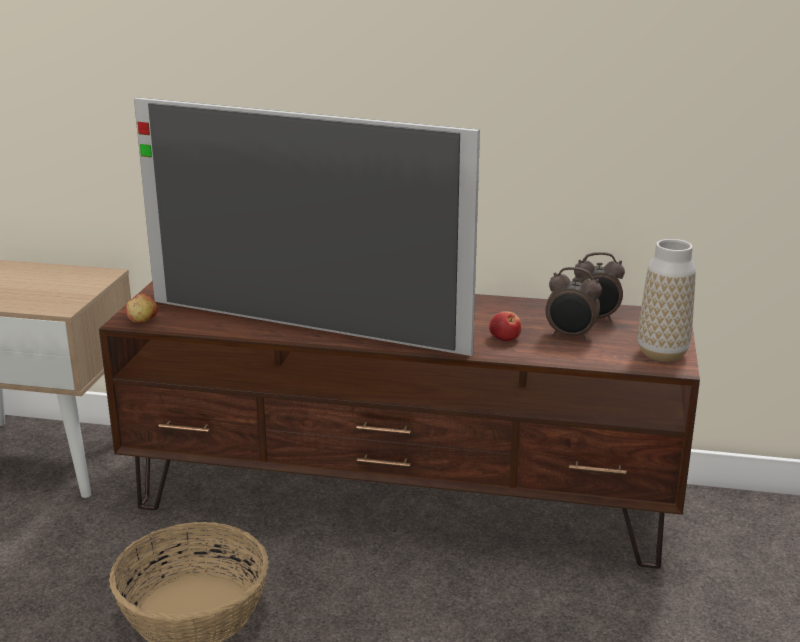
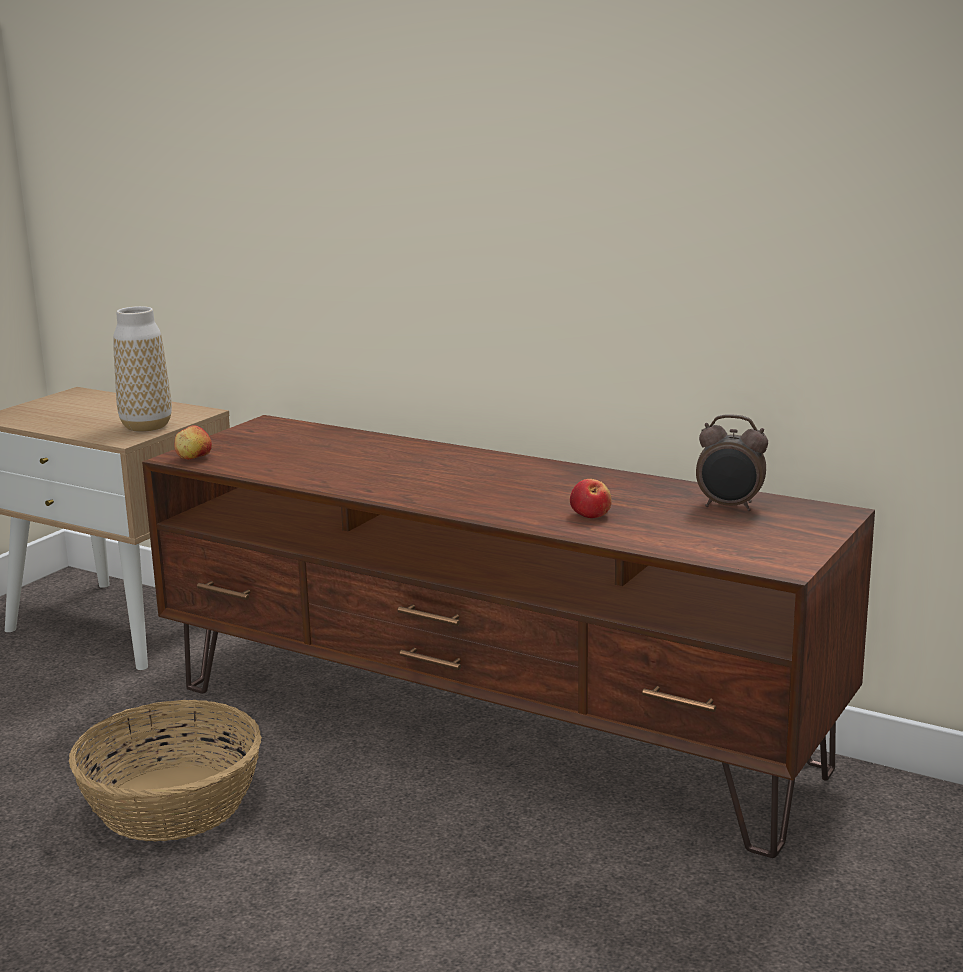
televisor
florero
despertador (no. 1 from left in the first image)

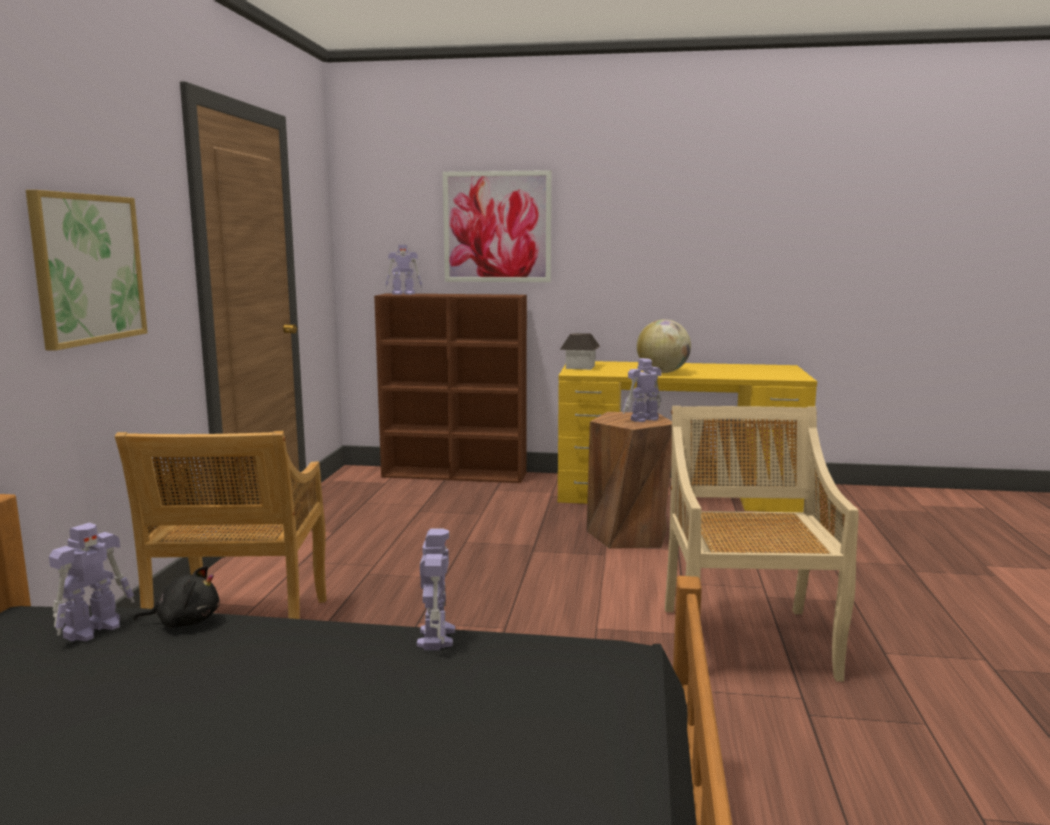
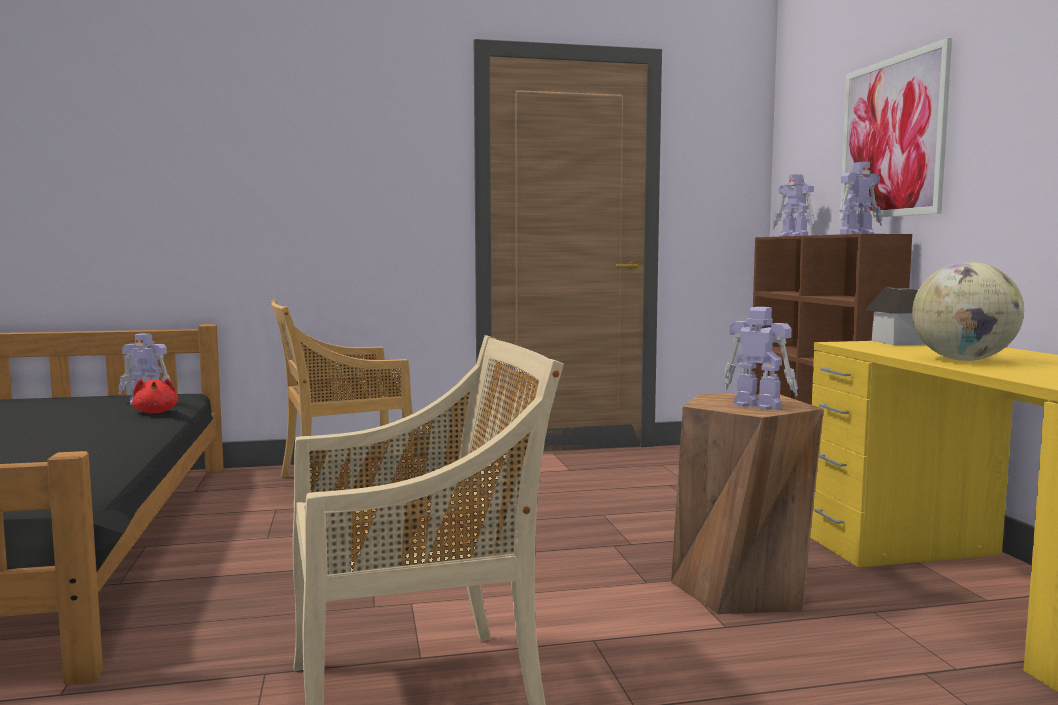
cuadro (no. 1 from left in the first image)
robot de juguete (no. 4 from left)
peluche [rojo]

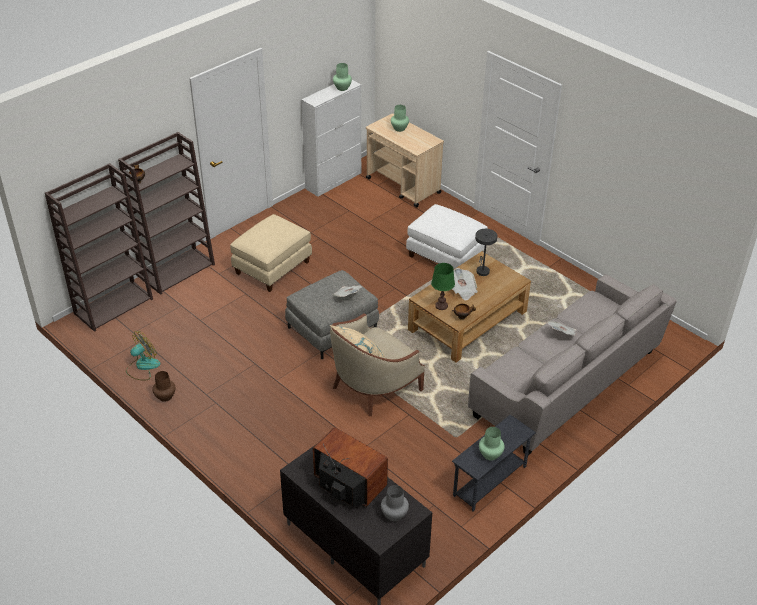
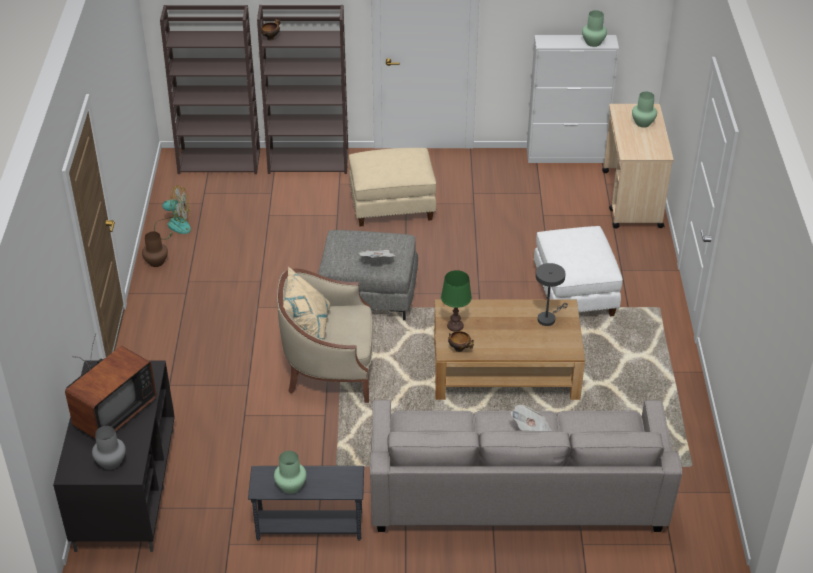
periódico (no. 2 from left in the first image)
televisor

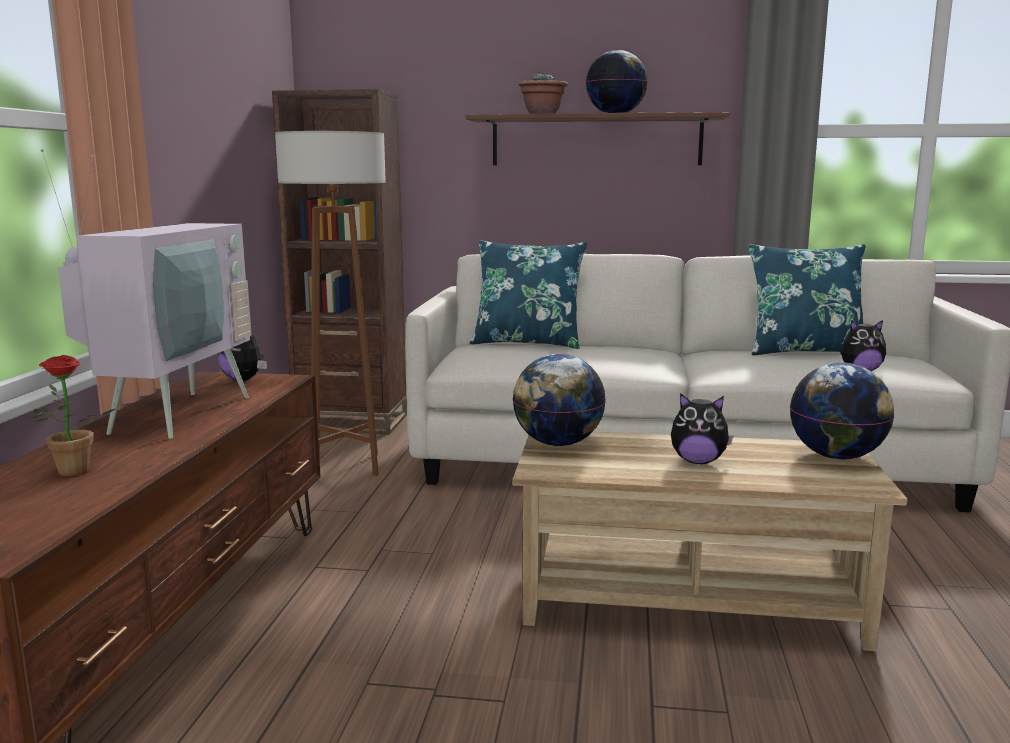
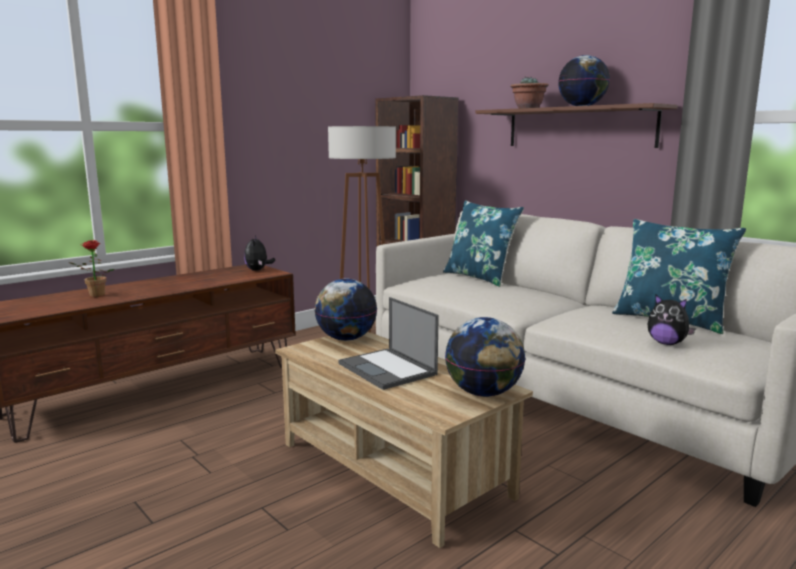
televisor
portátil

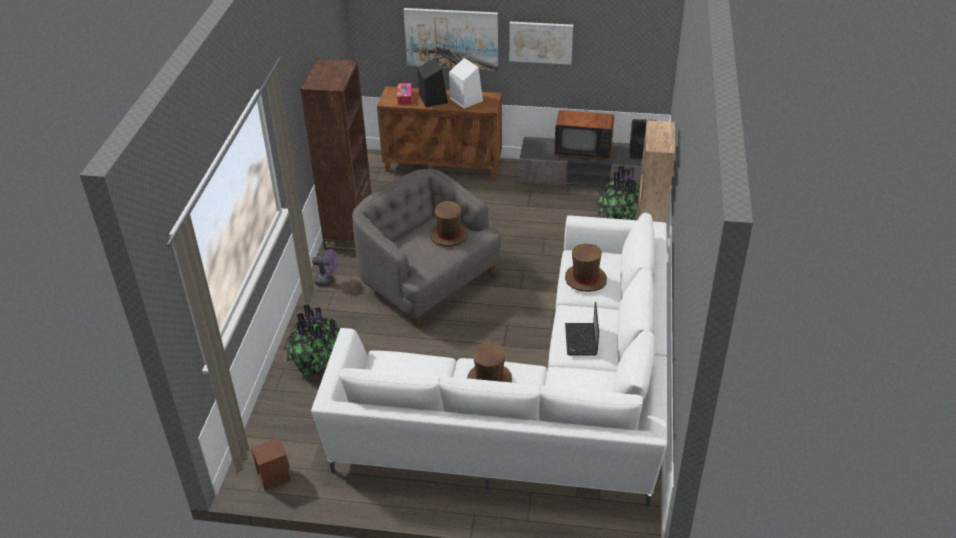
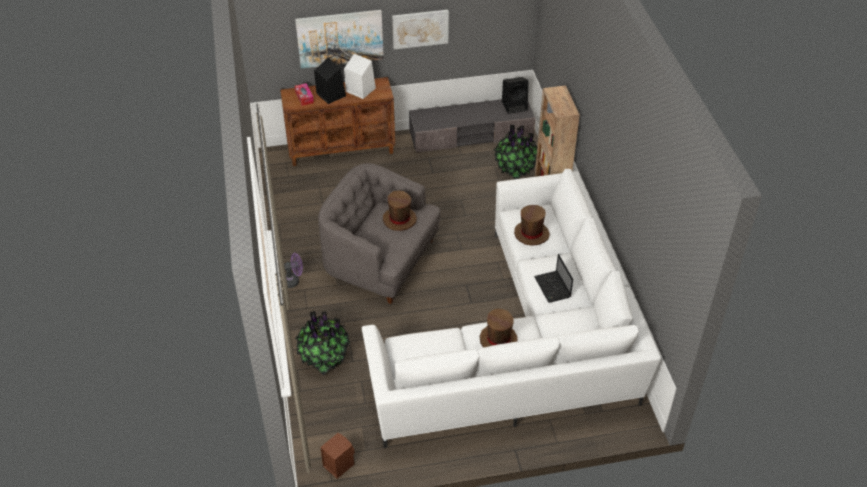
estantería [marrón] (no. 1 from left in the first image)
televisor

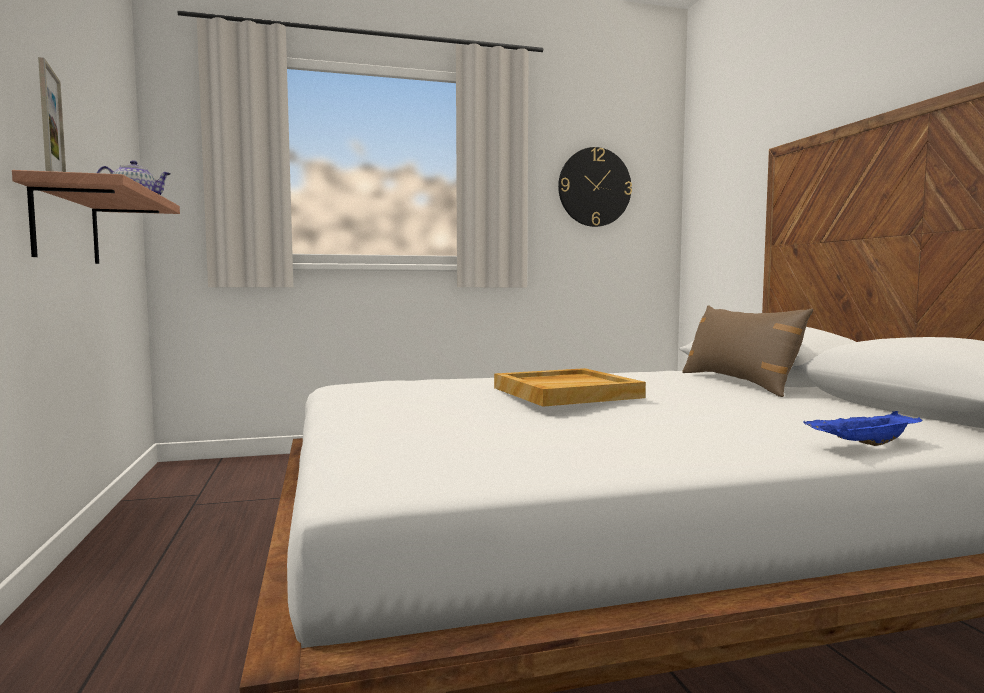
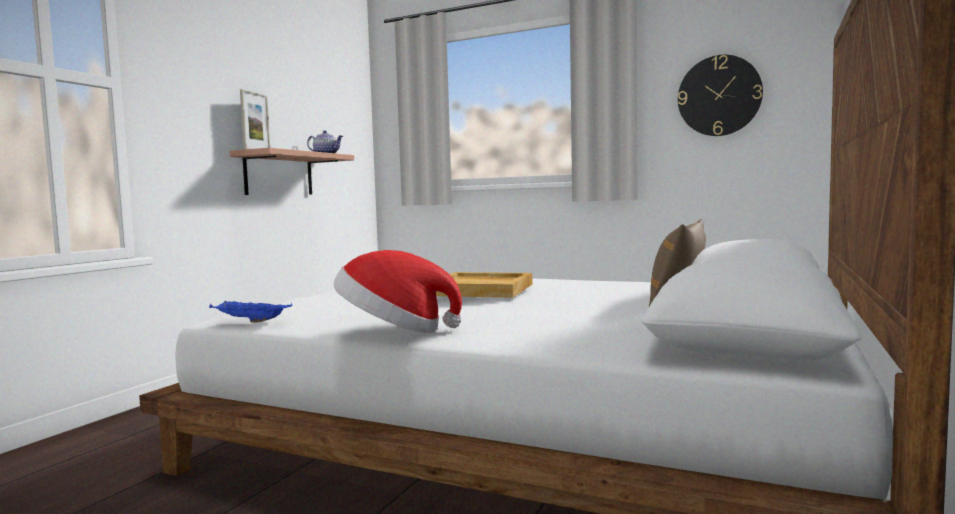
bandeja [azul]
sombrero

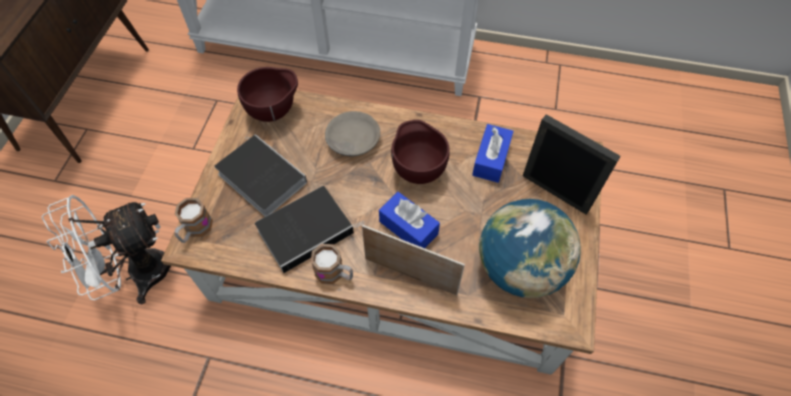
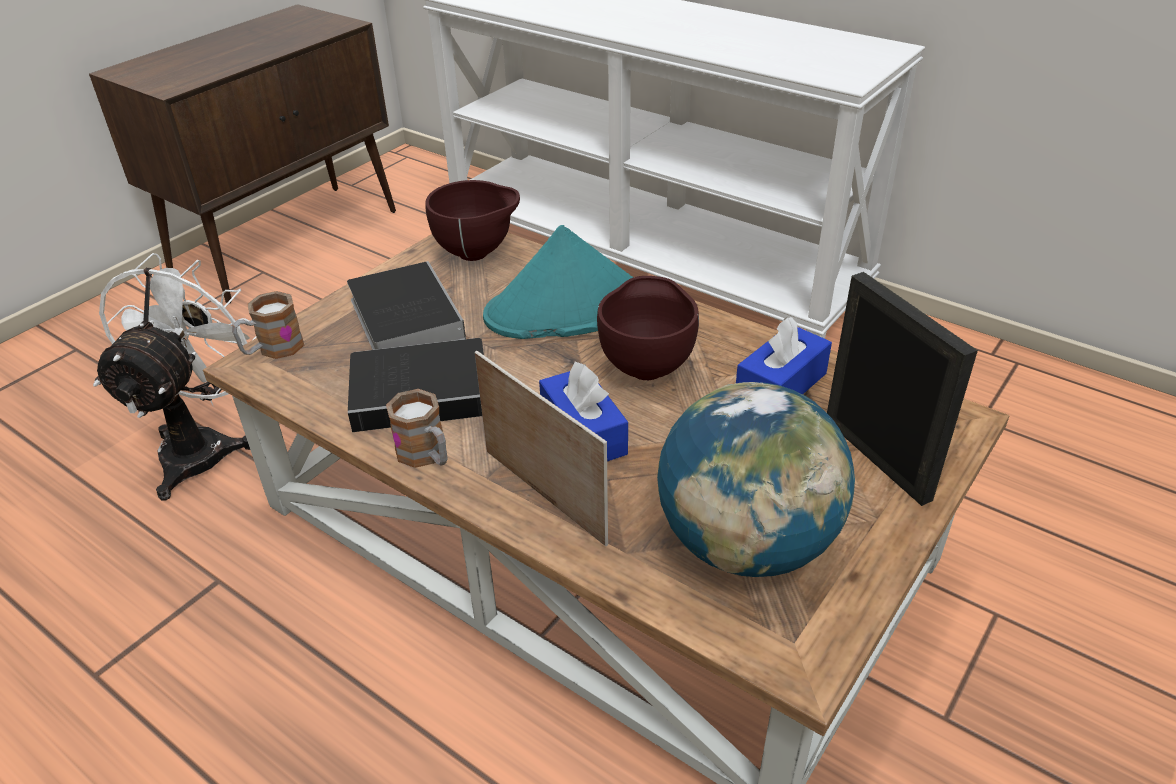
sombrero [turquesa]
ventilador [blanco]

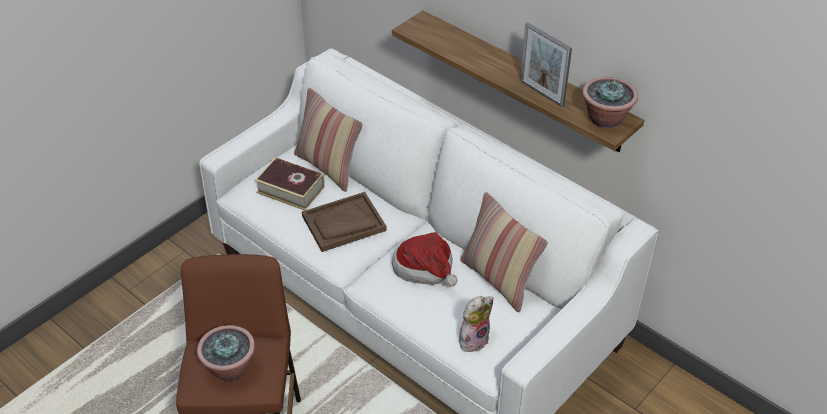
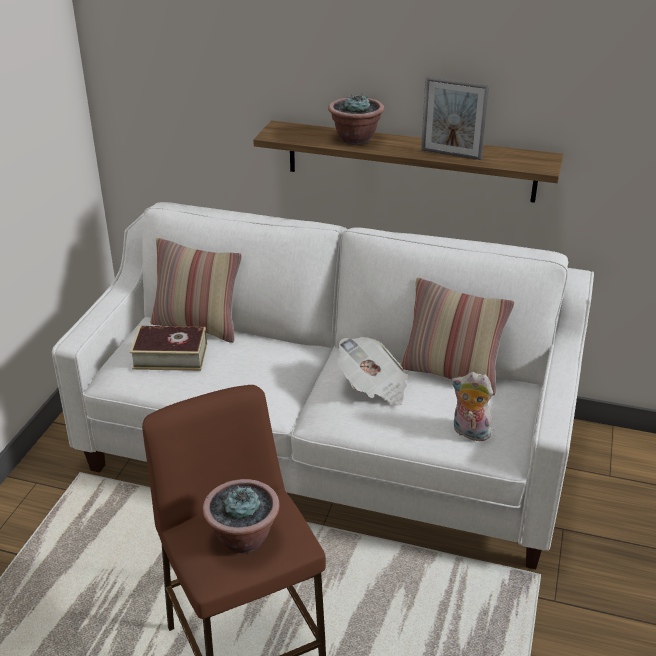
planta en maceta (no. 2 from left)
bandeja [marrón]
periódico
peluche

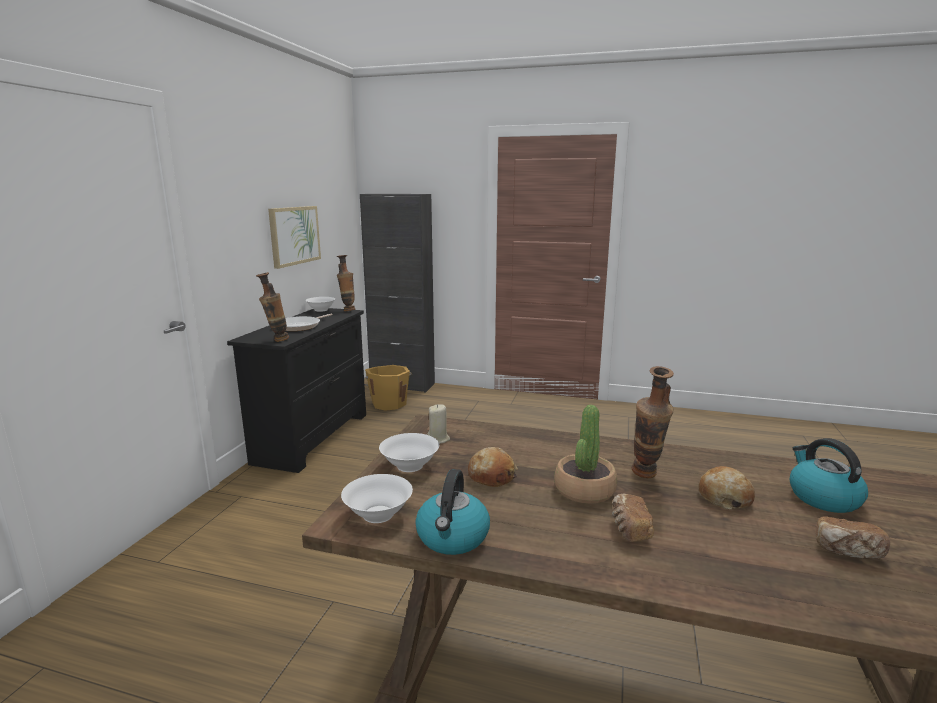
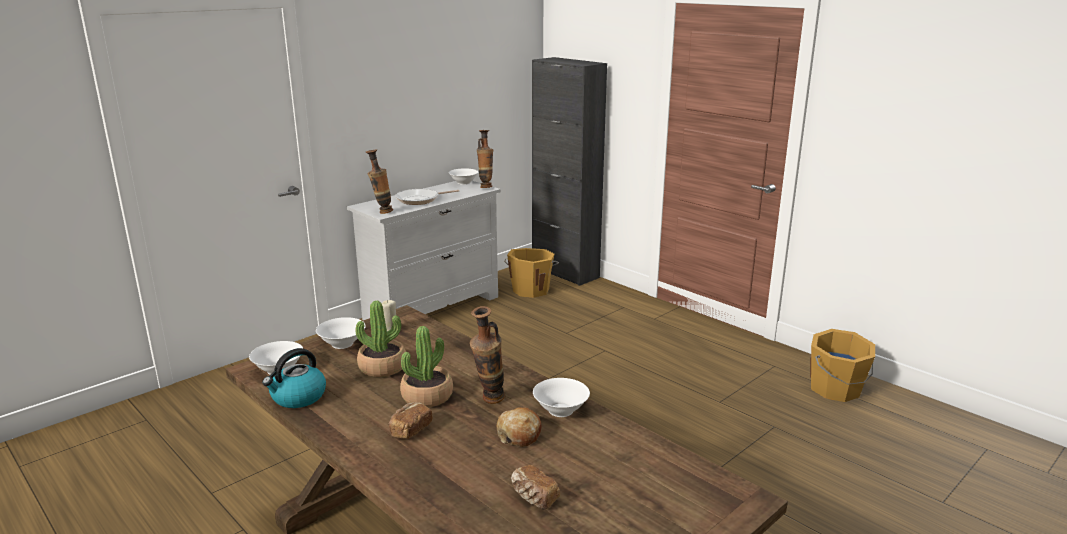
cuadro
cómoda [blanco]
hervidor (no. 2 from left in the first image)
planta en maceta (no. 1 from left)
cubo [naranja] (no. 2 from left)
cuenco [blanco] (no. 4 from left)

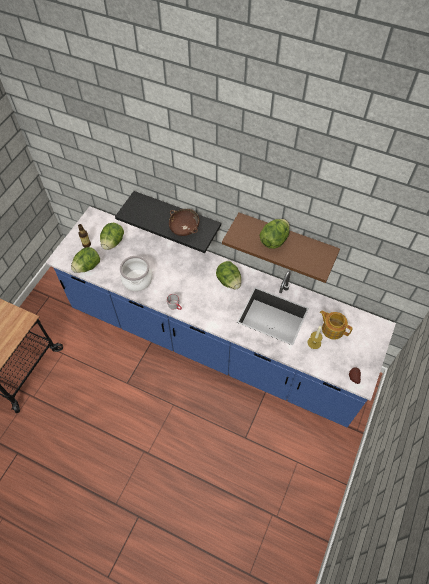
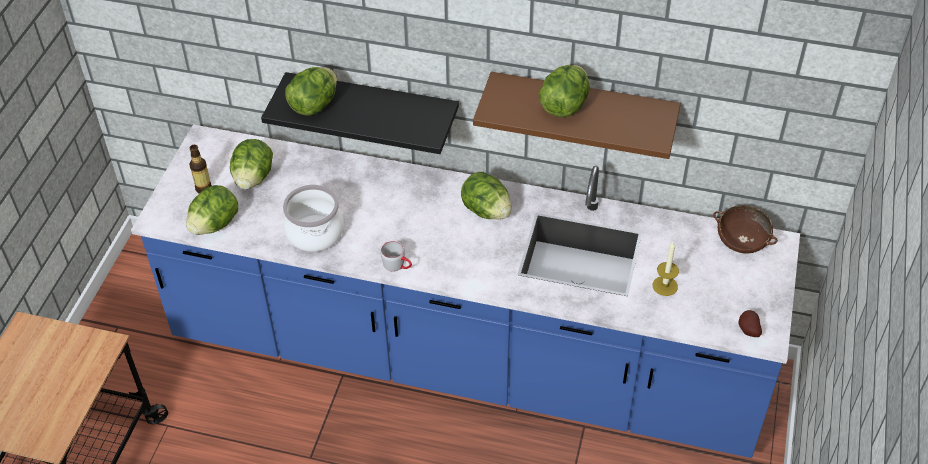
cuenco [marrón]
tetera
lechuga (no. 3 from left)

